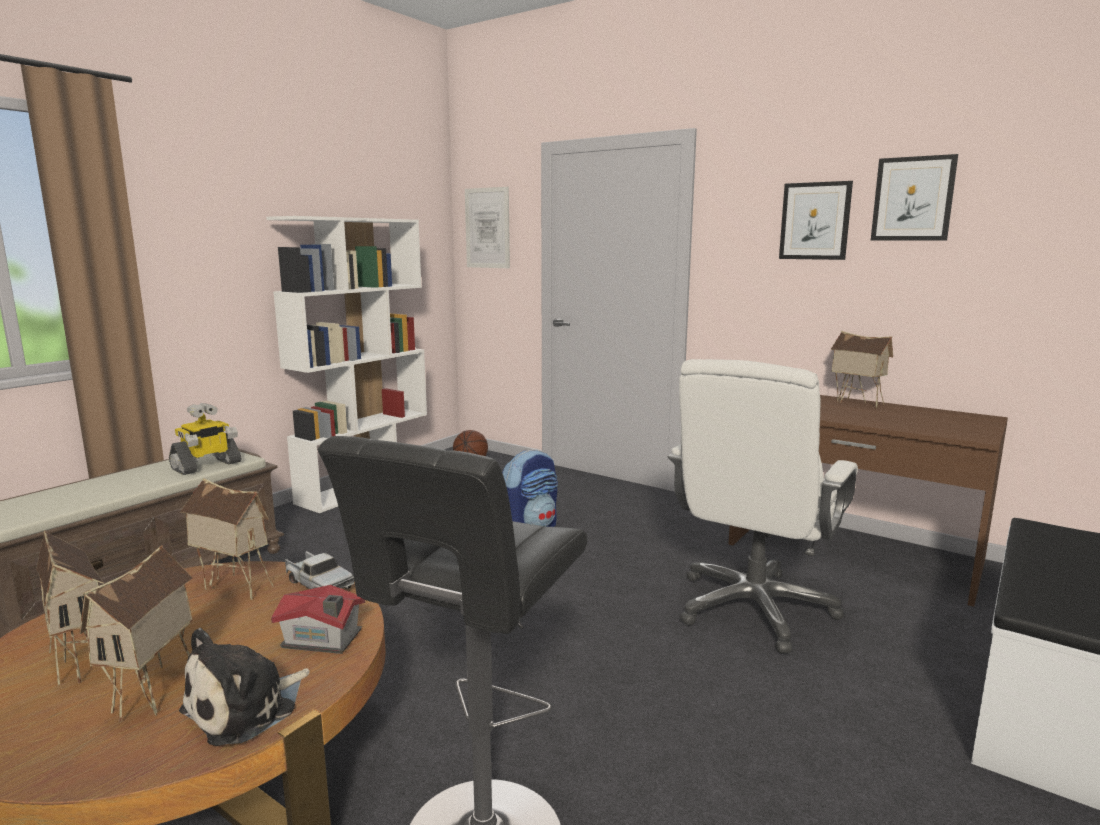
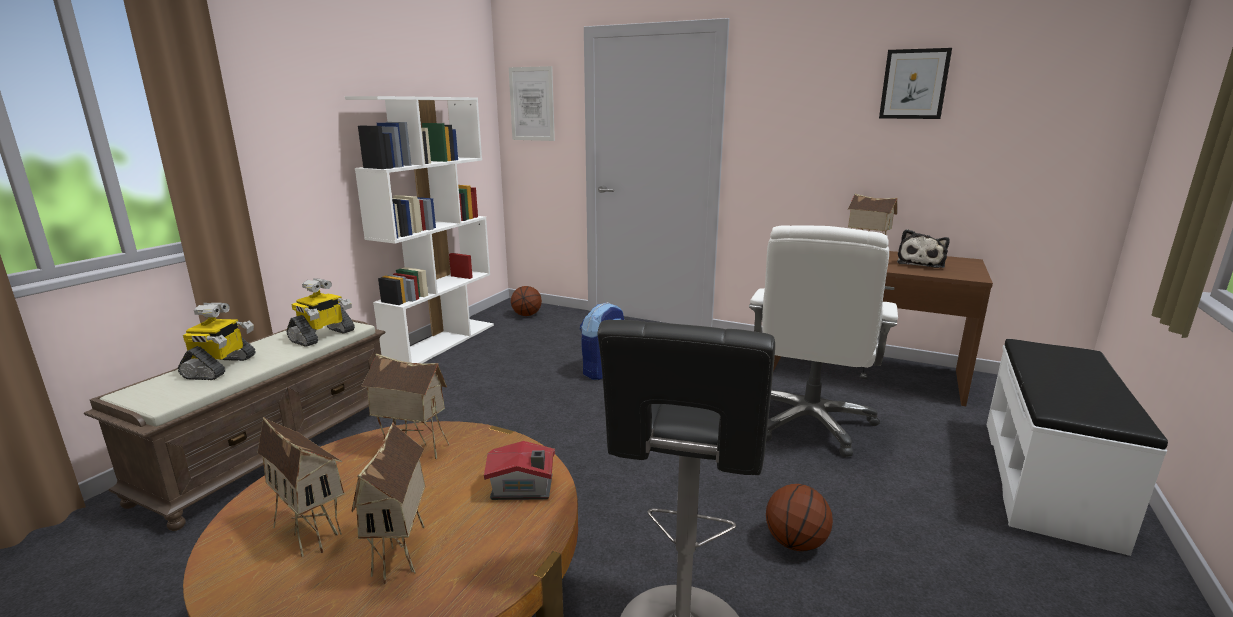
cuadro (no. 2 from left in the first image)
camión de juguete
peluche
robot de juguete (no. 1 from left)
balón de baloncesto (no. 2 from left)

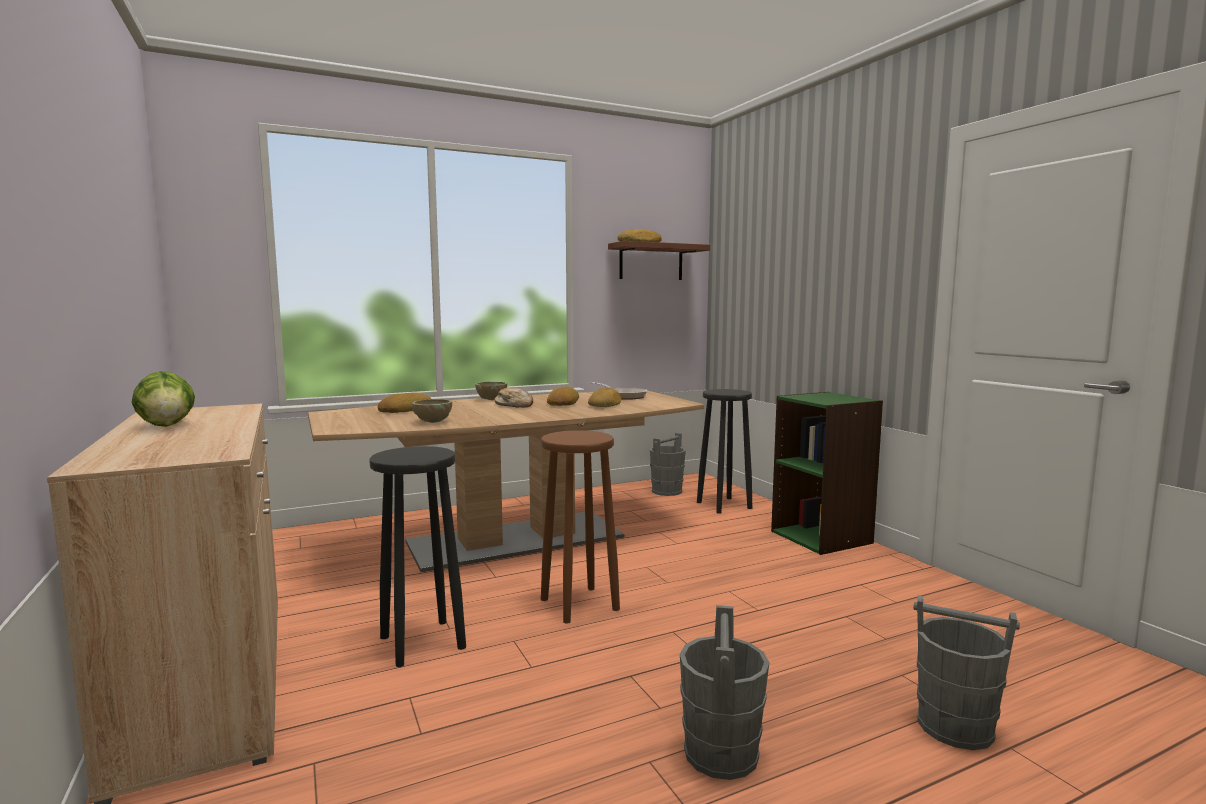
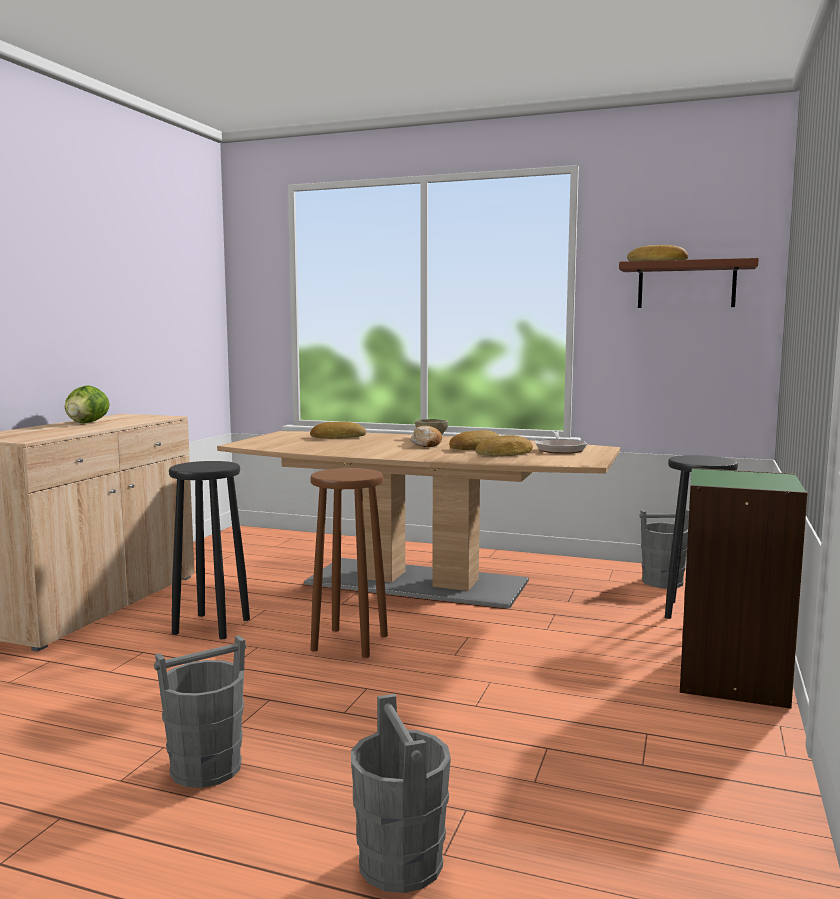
cuenco [beis] (no. 1 from left in the first image)

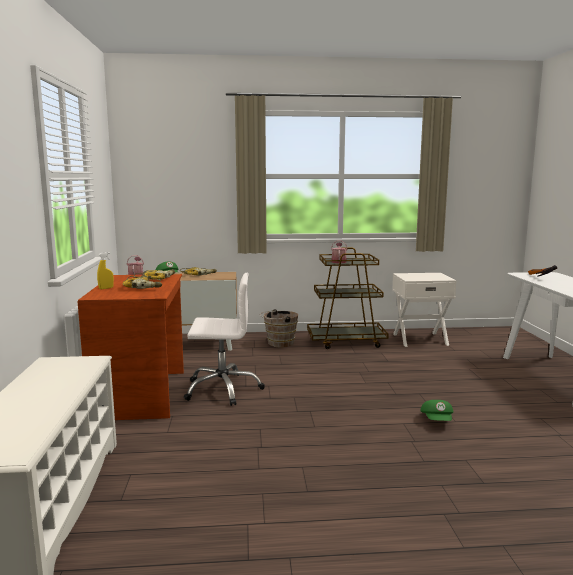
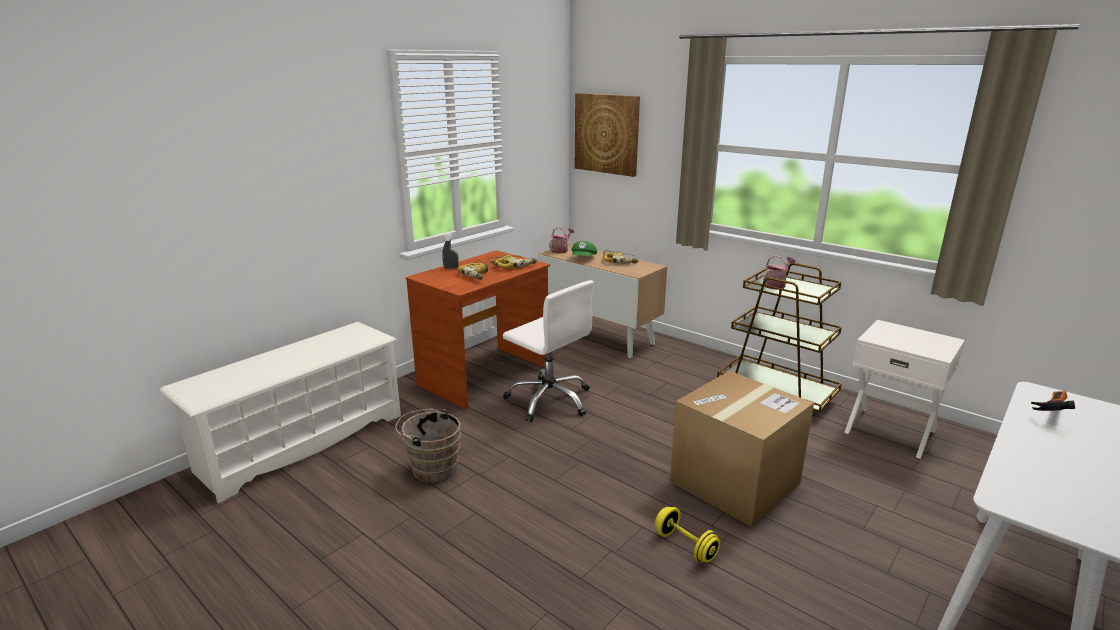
pulverizador [gris]
cubo [marrón]
mancuerna [amarillo]
cuadro
caja de cartón

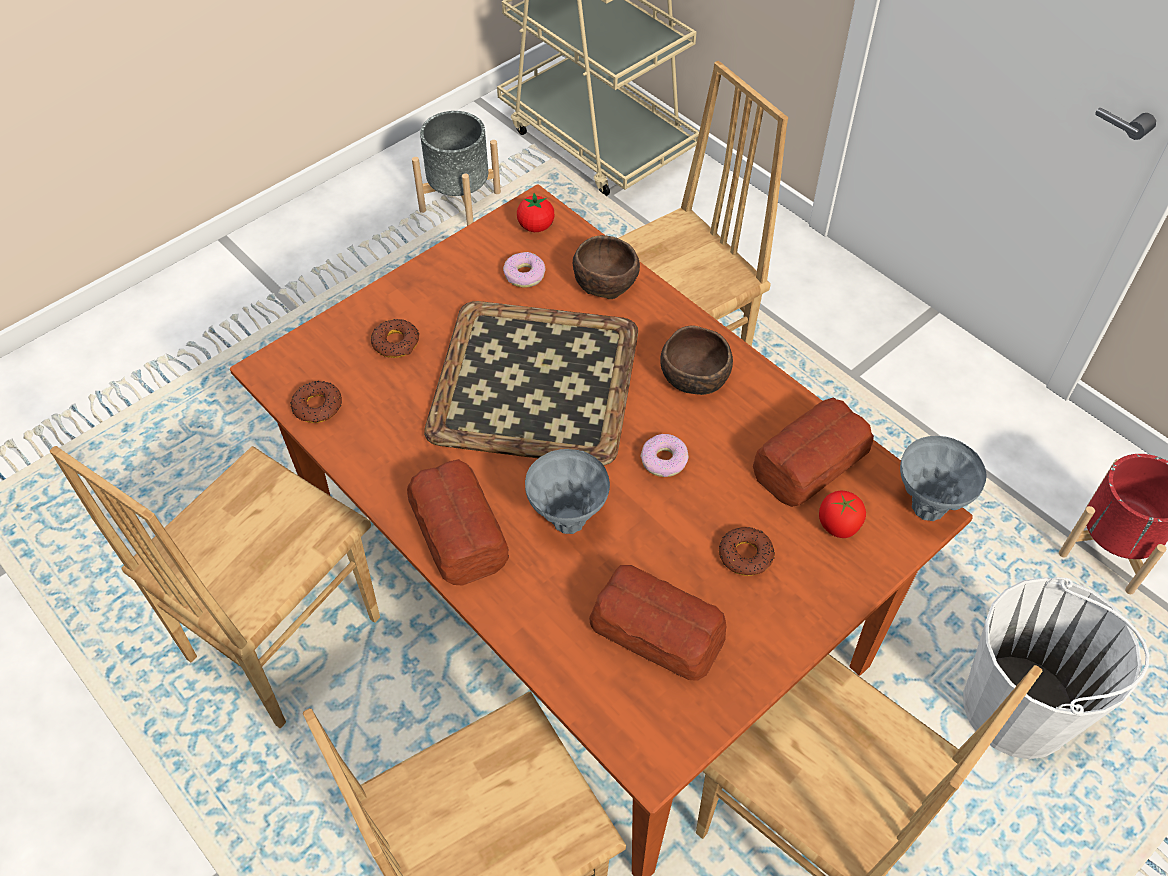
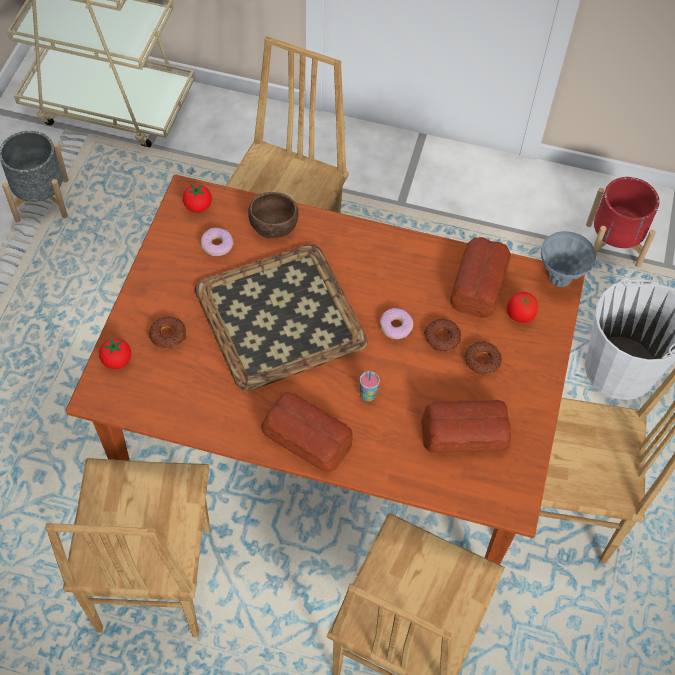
cuenco [marrón] (no. 2 from left in the first image)
rosquilla (no. 4 from left)
taza
tomate (no. 1 from left)

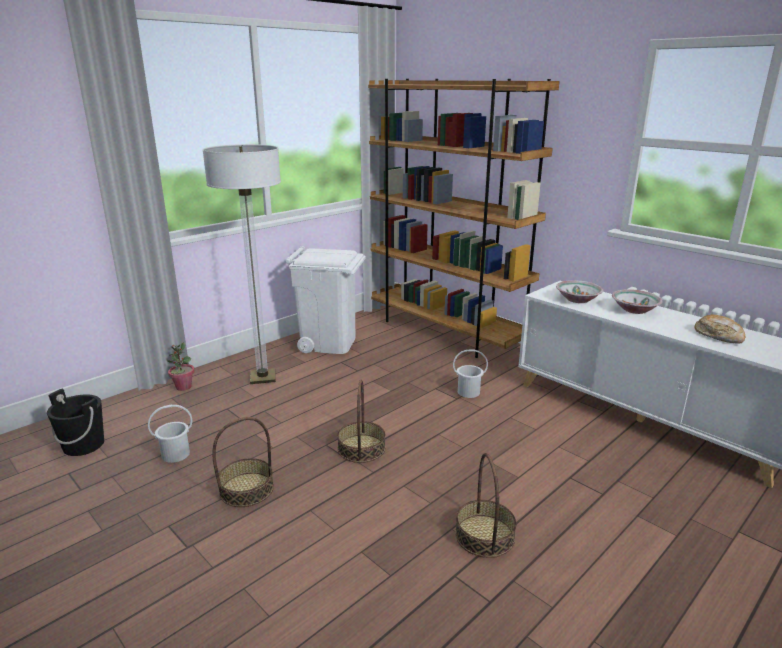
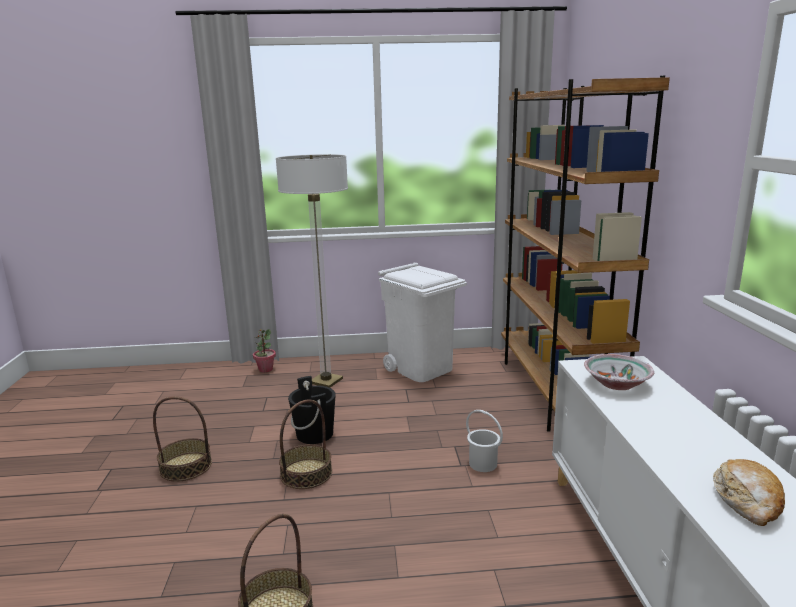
cuenco (no. 2 from left in the first image)
cubo [negro]
cubo [blanco] (no. 1 from left in the first image)

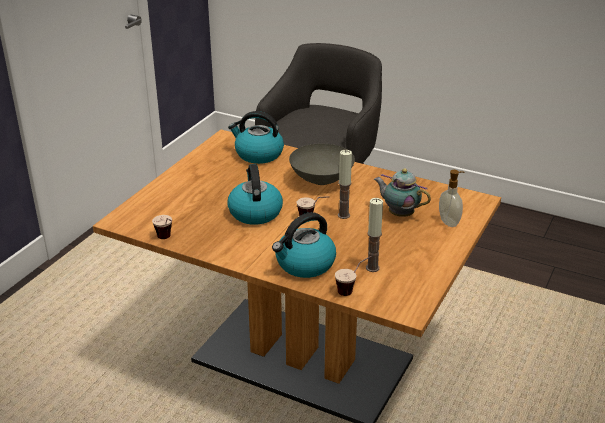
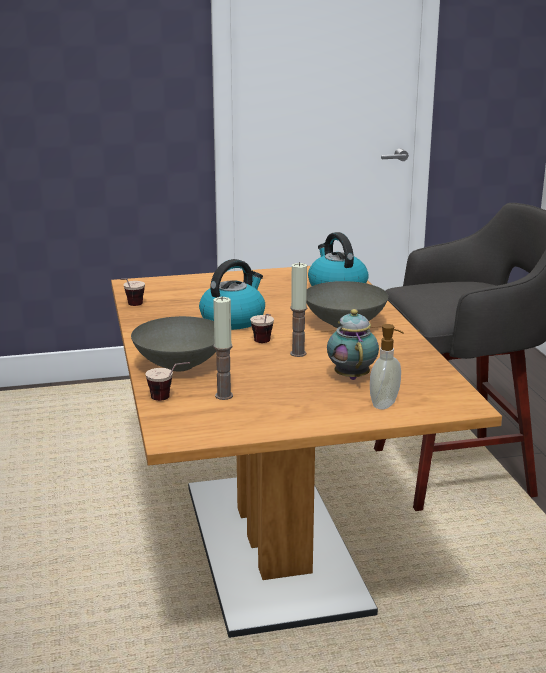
cuenco [gris] (no. 1 from left)

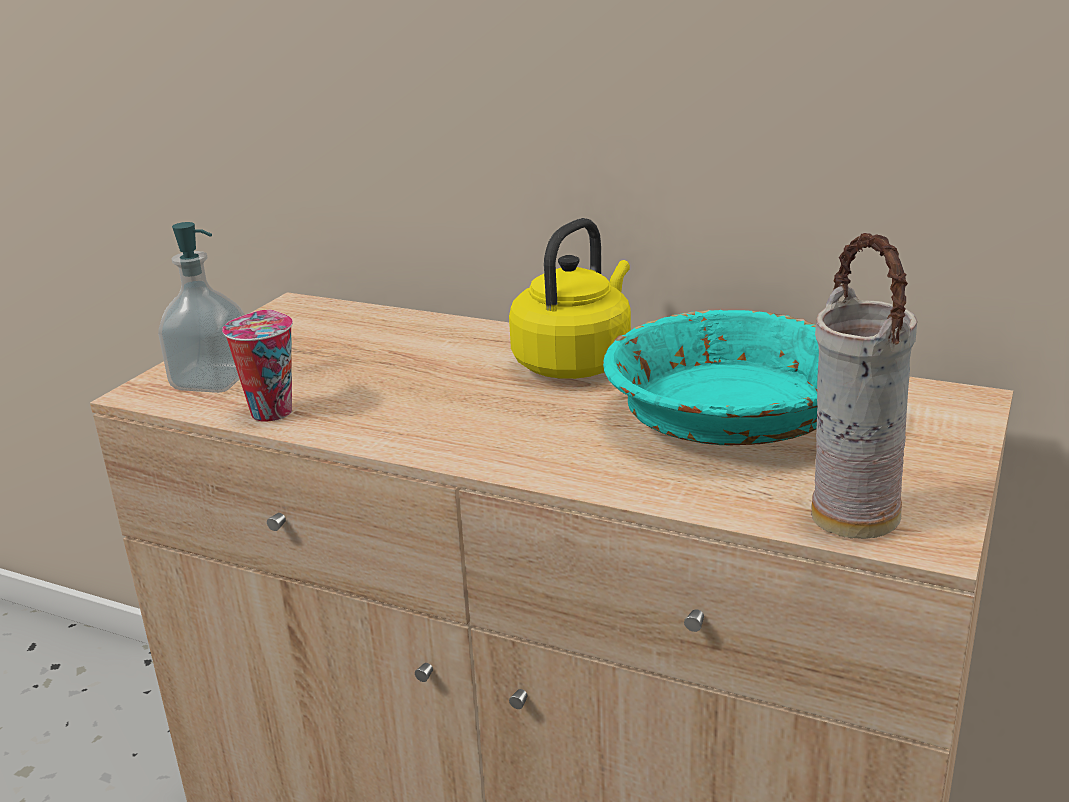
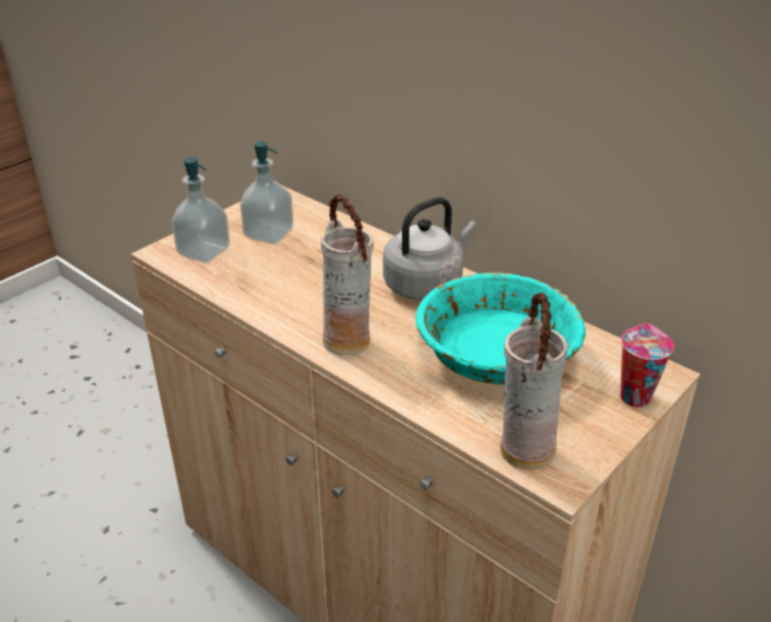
hervidor [gris]
taza
dispensador de jabón (no. 2 from left)
florero (no. 1 from left)

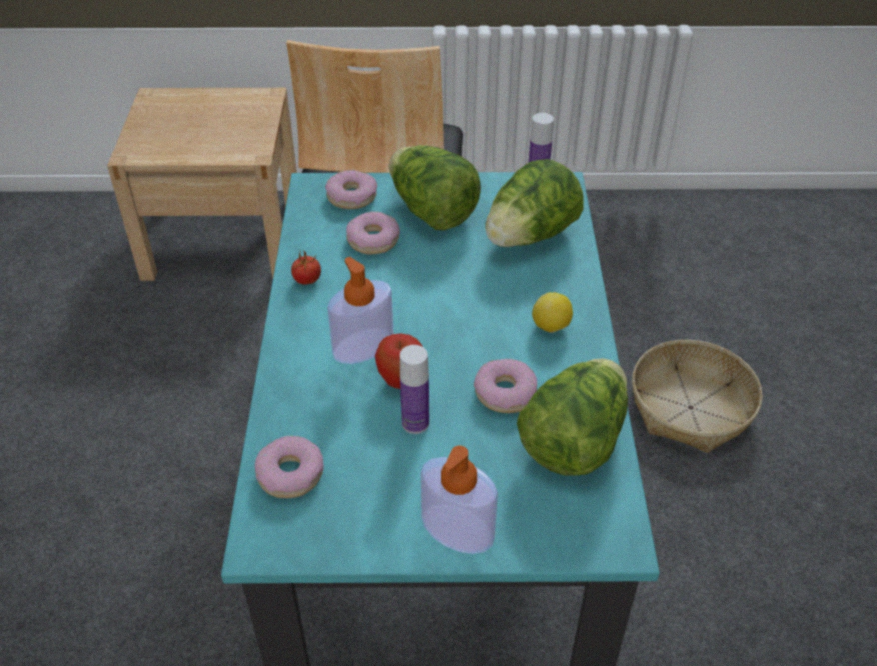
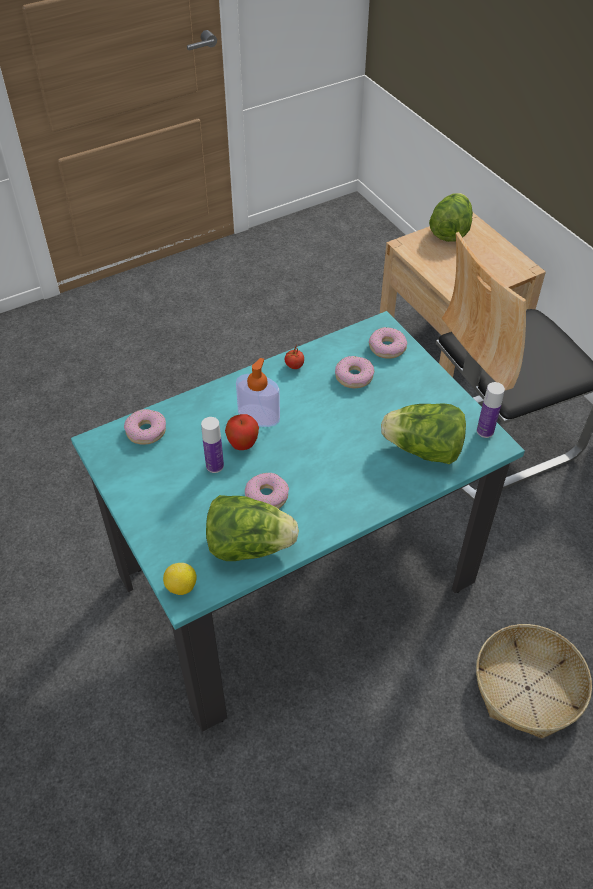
lechuga (no. 3 from left)
limón
dispensador de jabón (no. 2 from left in the first image)

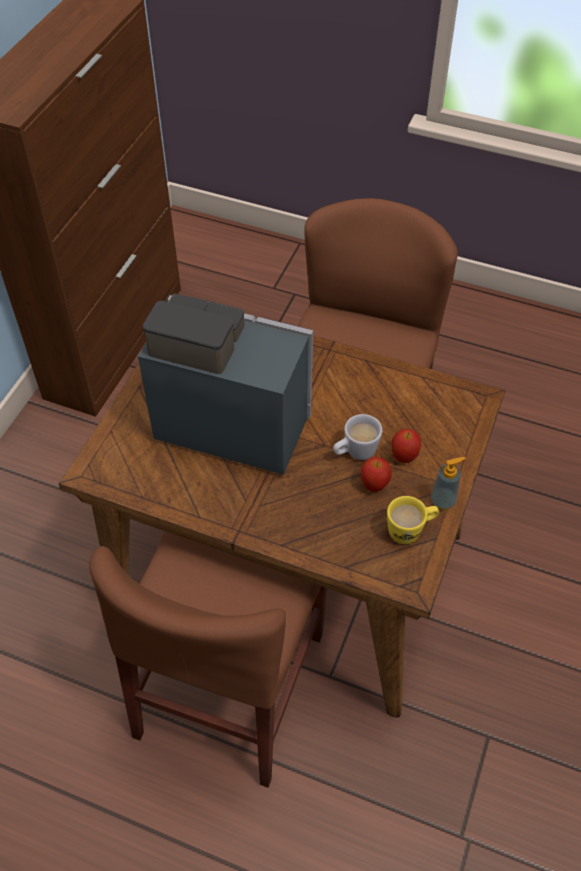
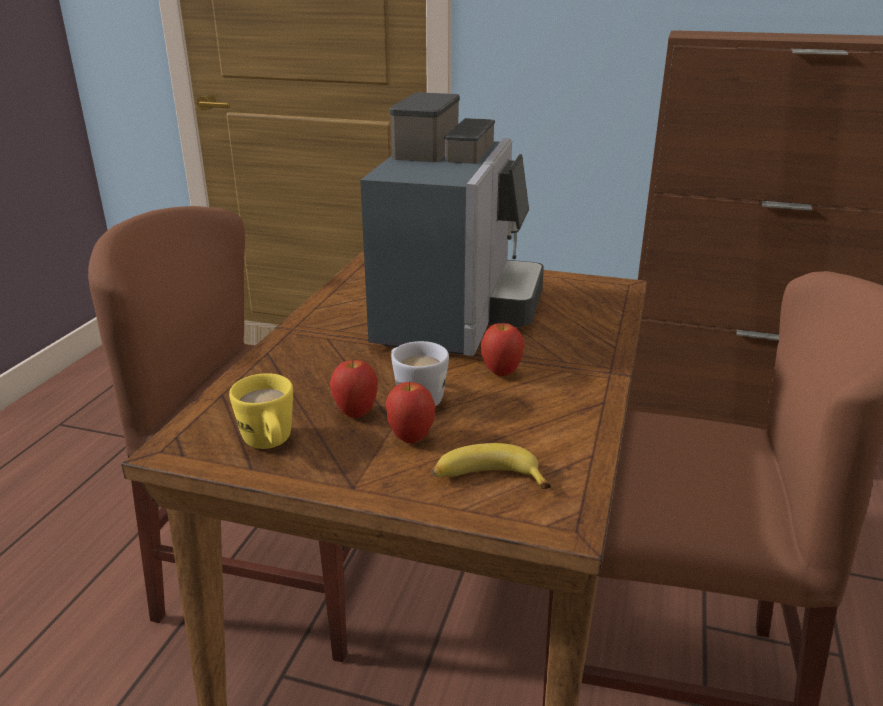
dispensador de jabón
manzana (no. 3 from left)
plátano

